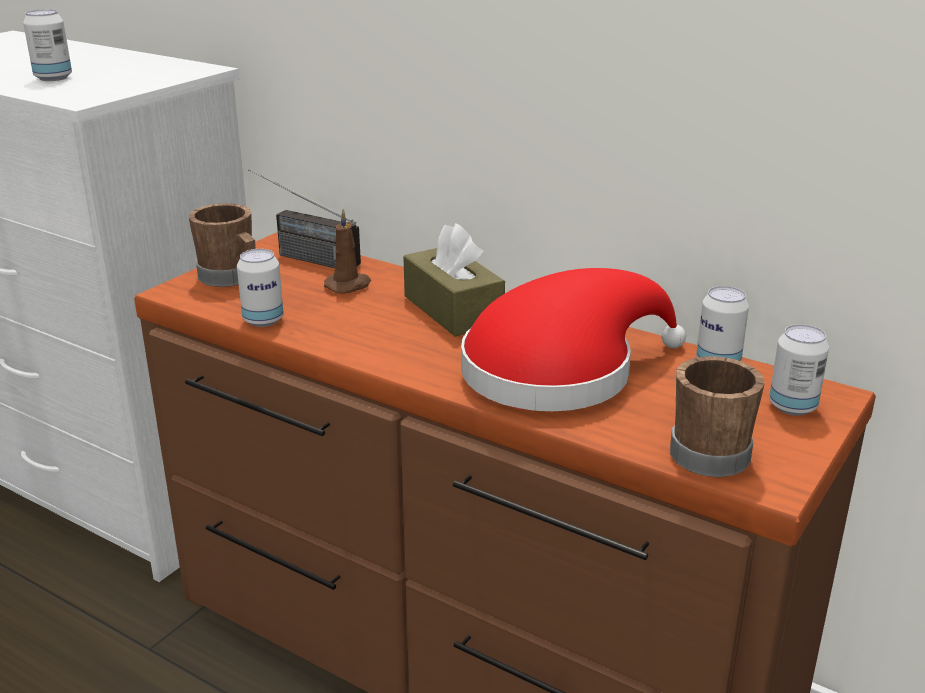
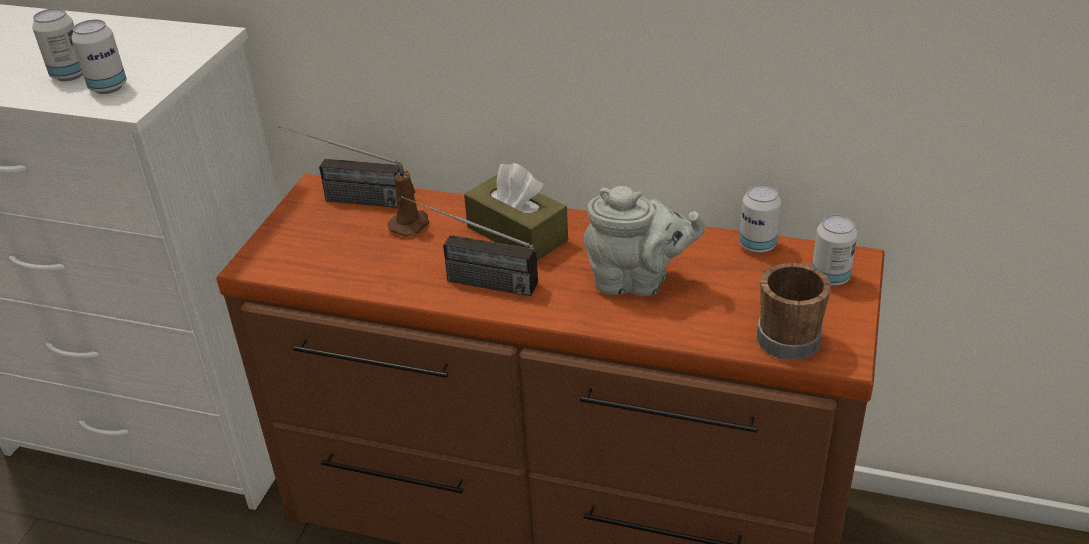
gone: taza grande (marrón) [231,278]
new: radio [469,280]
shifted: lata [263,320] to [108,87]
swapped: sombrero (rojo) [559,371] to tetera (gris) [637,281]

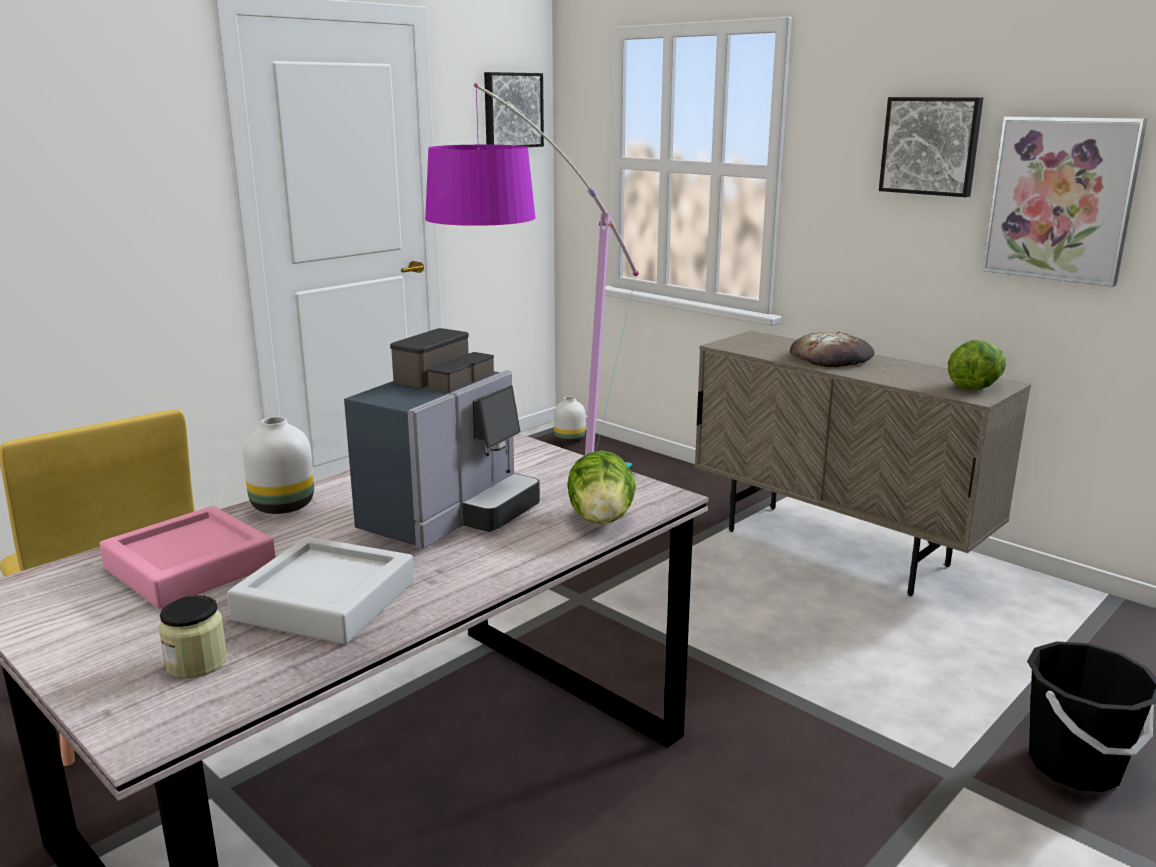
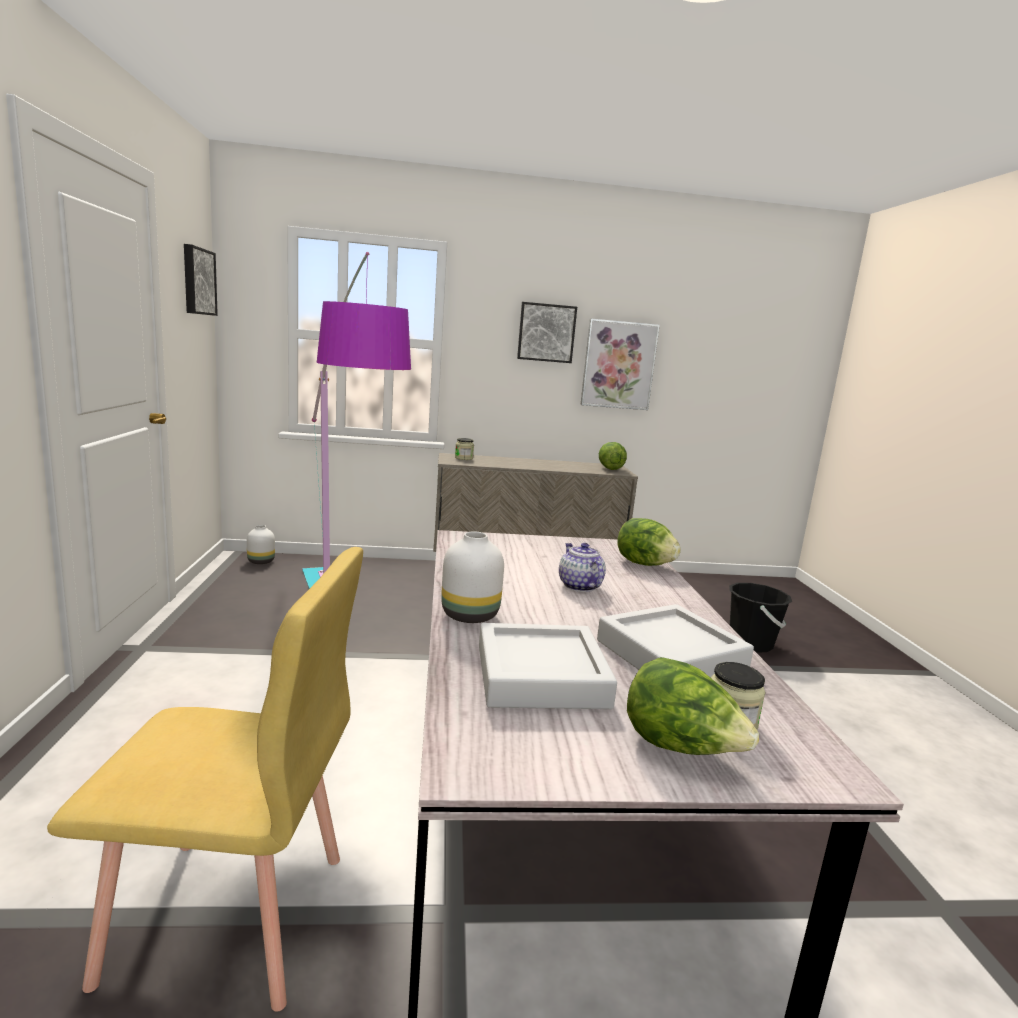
gone: pan [831,357]
new: tarro [464,458]; lechuga [680,748]
swapped: cafetera [450,515] to tetera [579,586]
repainted: bandeja (rosa) [190,567] to bandeja (gris) [541,676]

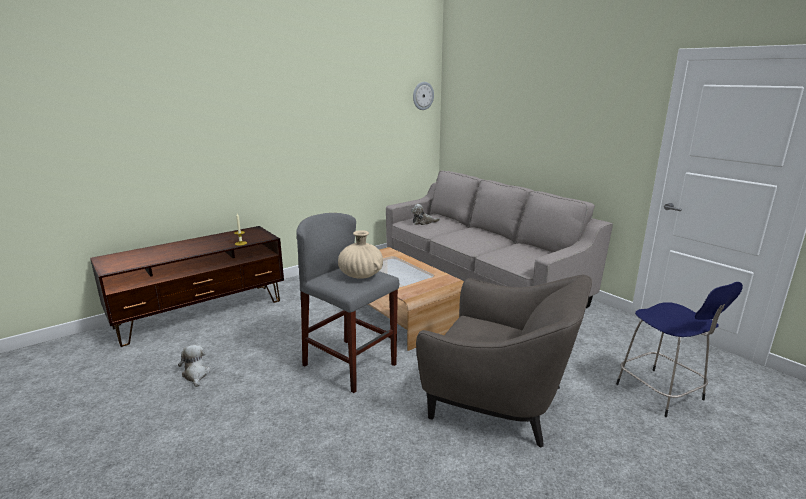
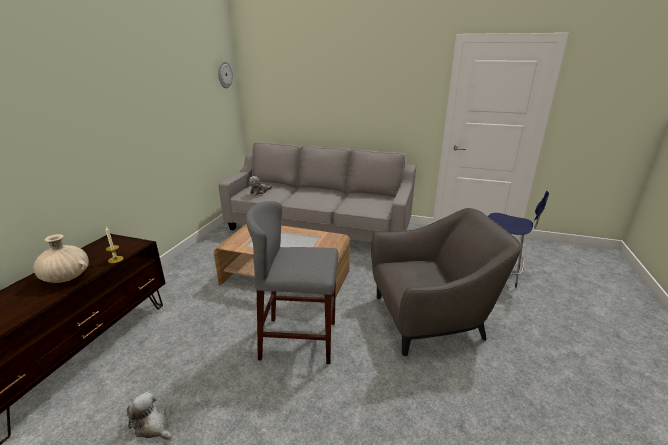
shifted: florero (beis) [361,275] to [67,277]

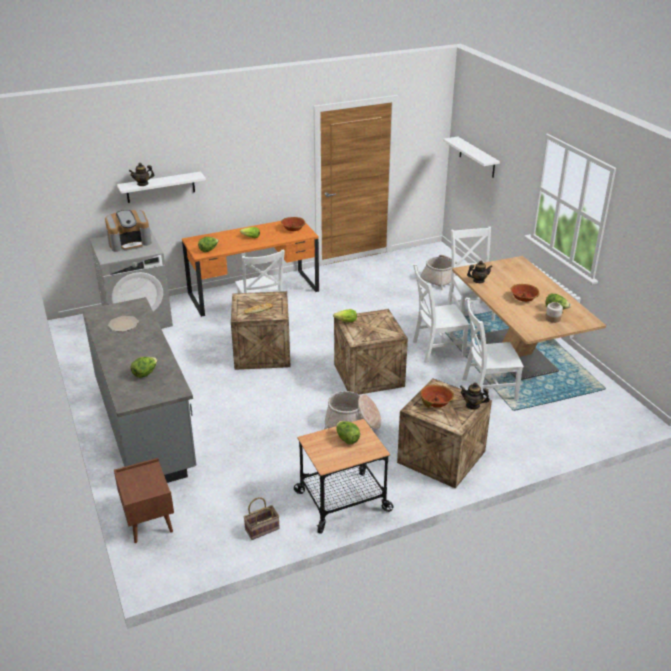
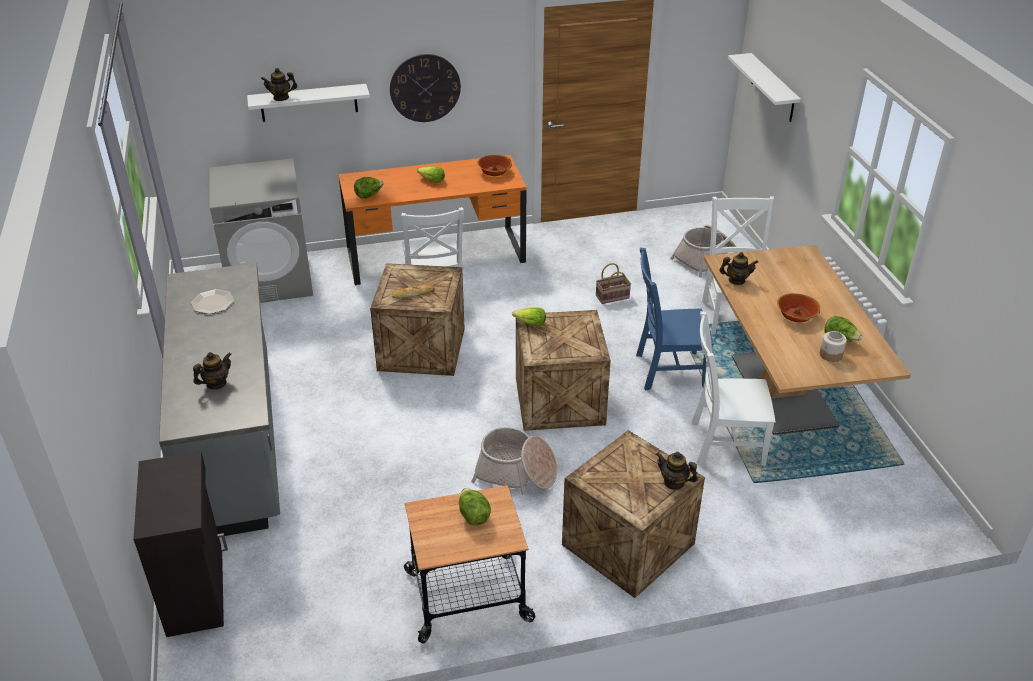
gone: cafetera [130,243]; cuenco [436,402]
new: reloj de pared [425,88]
shifted: cesta [262,528] to [613,296]
swapped: lechuga [145,374] to tetera [216,383]; mesita de noche (marrón) [148,522] to armario (negro) [197,590]
repainted: silla (blanco) [436,349] to silla (azul) [666,370]

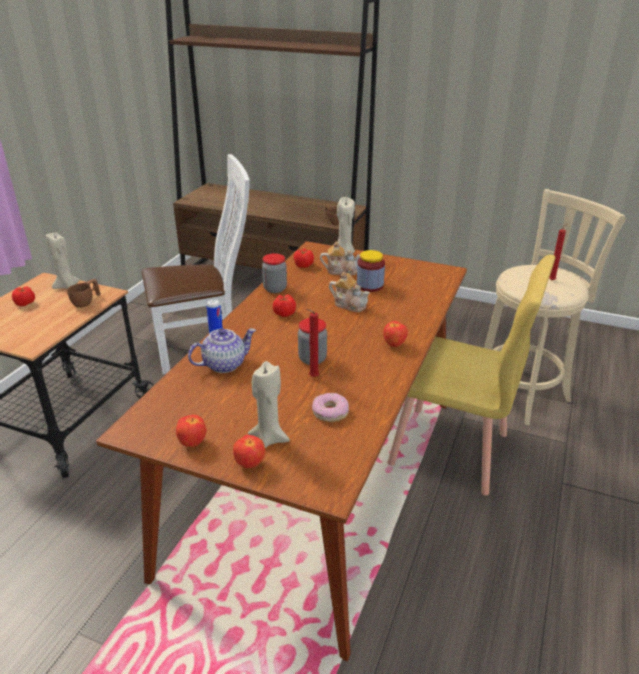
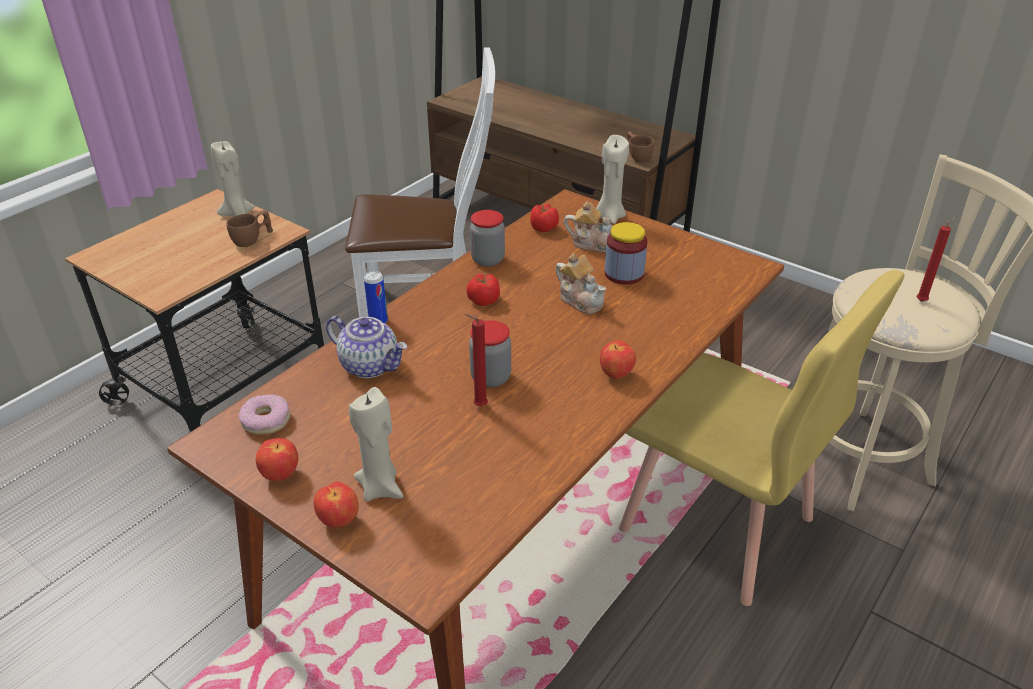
gone: tomate [25,303]
shifted: rosquilla [330,412] to [266,420]
rotated: tetera [224,364] = [370,365] 45 degrees clockwise

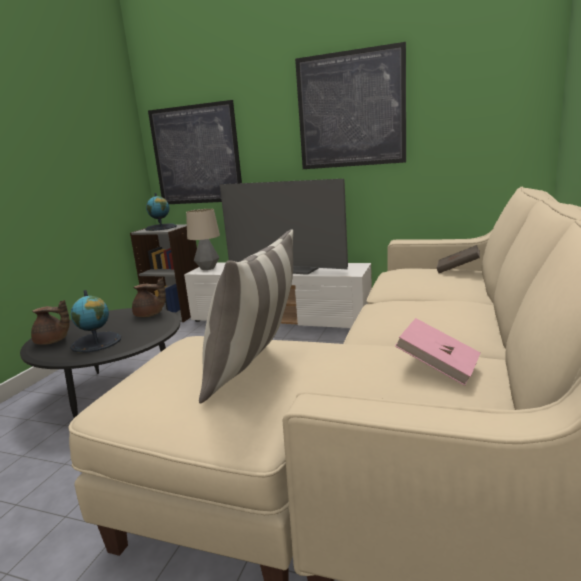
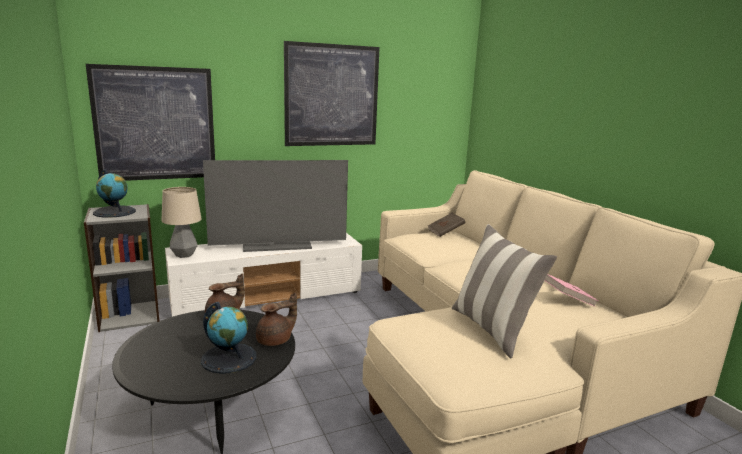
shifted: tetera (marrón) [53,341] to [276,340]

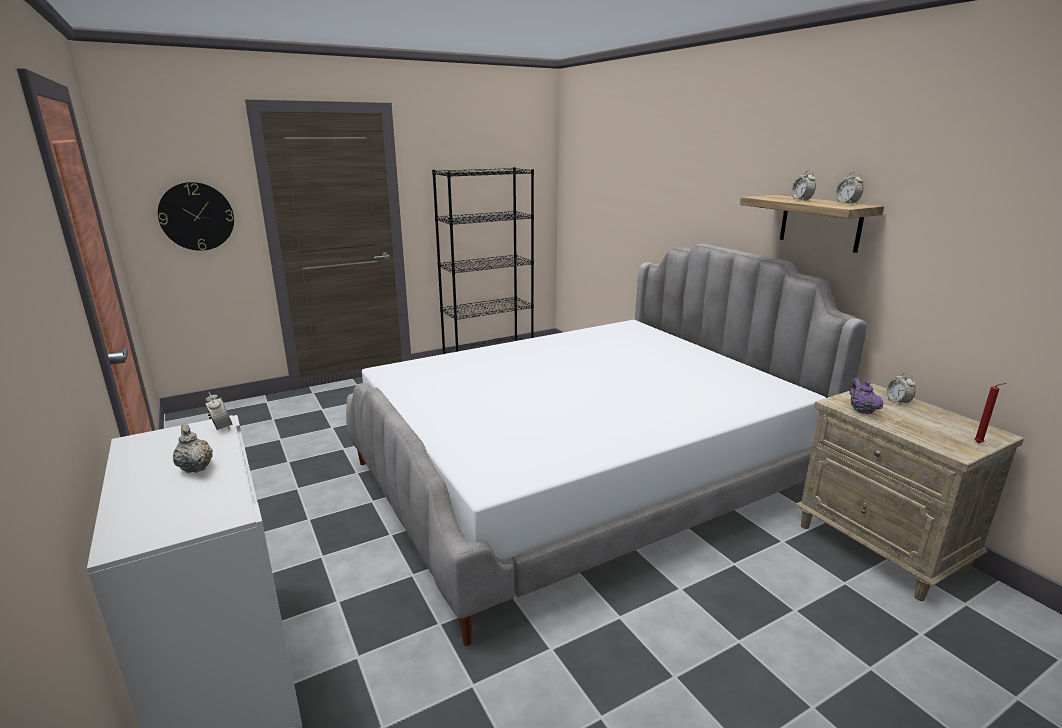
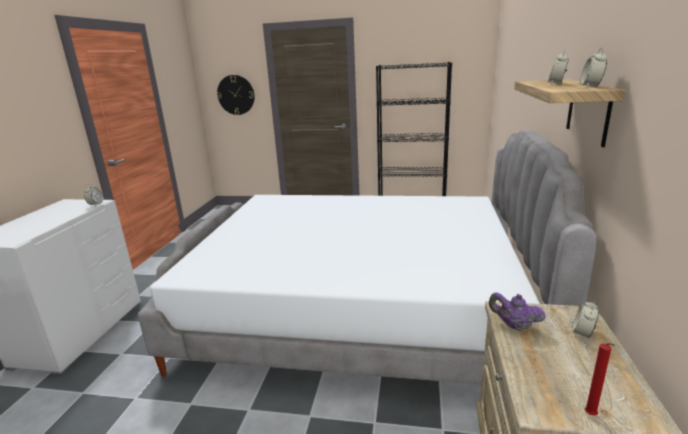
gone: tetera (beis) [195,467]
rotated: tetera (morado) [861,410] = [514,325] 90 degrees counterclockwise

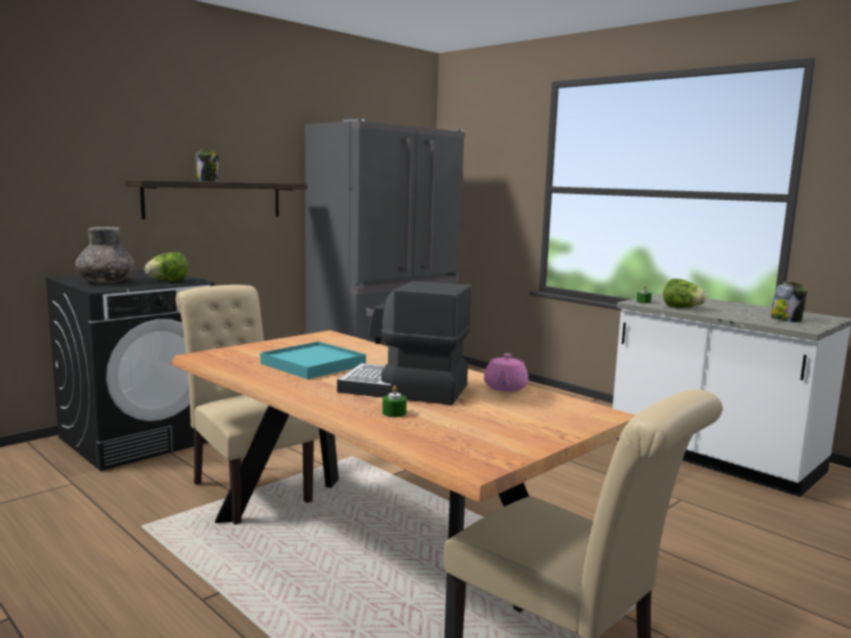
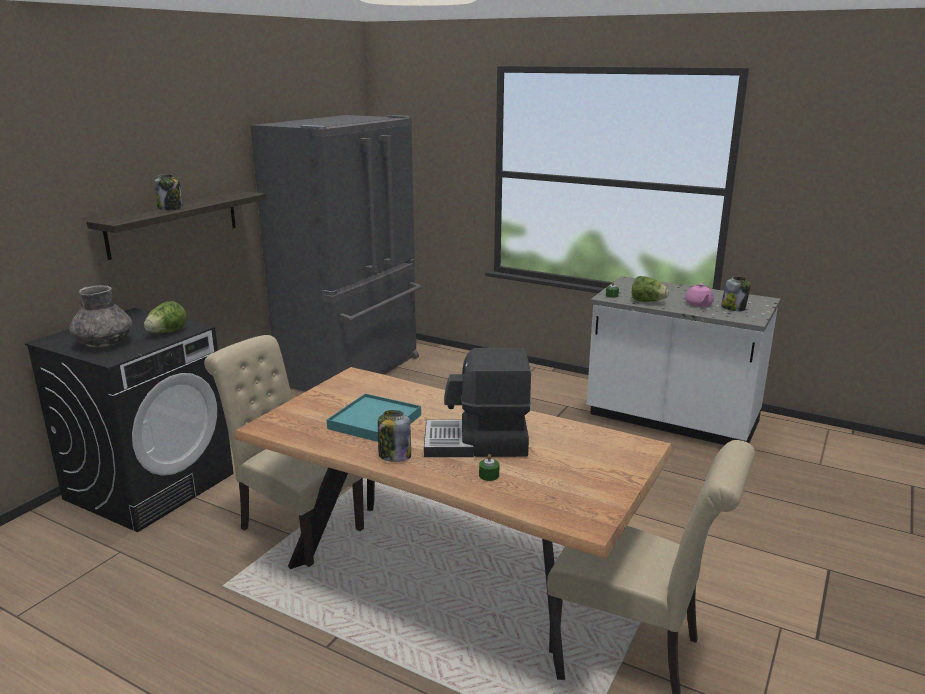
new: tarro [394,455]
shifted: tetera (rosa) [505,388] to [699,304]

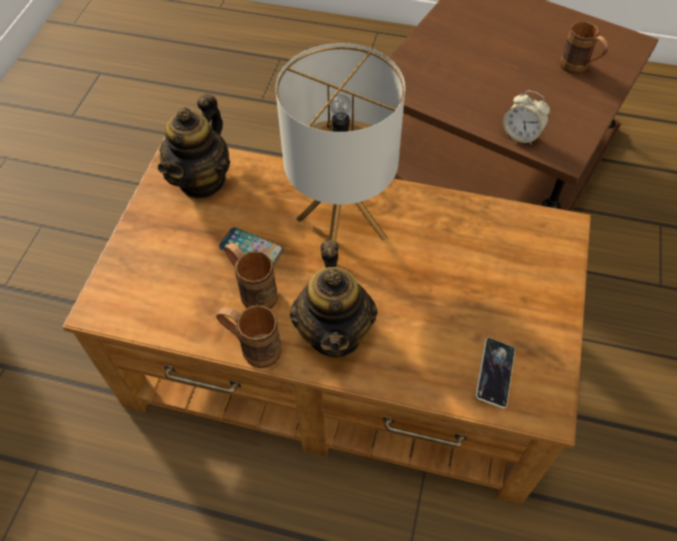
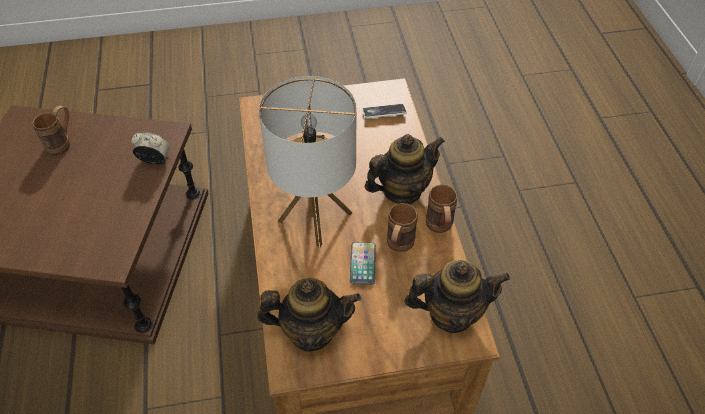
new: tetera [451,313]
rotated: despertador [521,135] = [155,160] 90 degrees counterclockwise

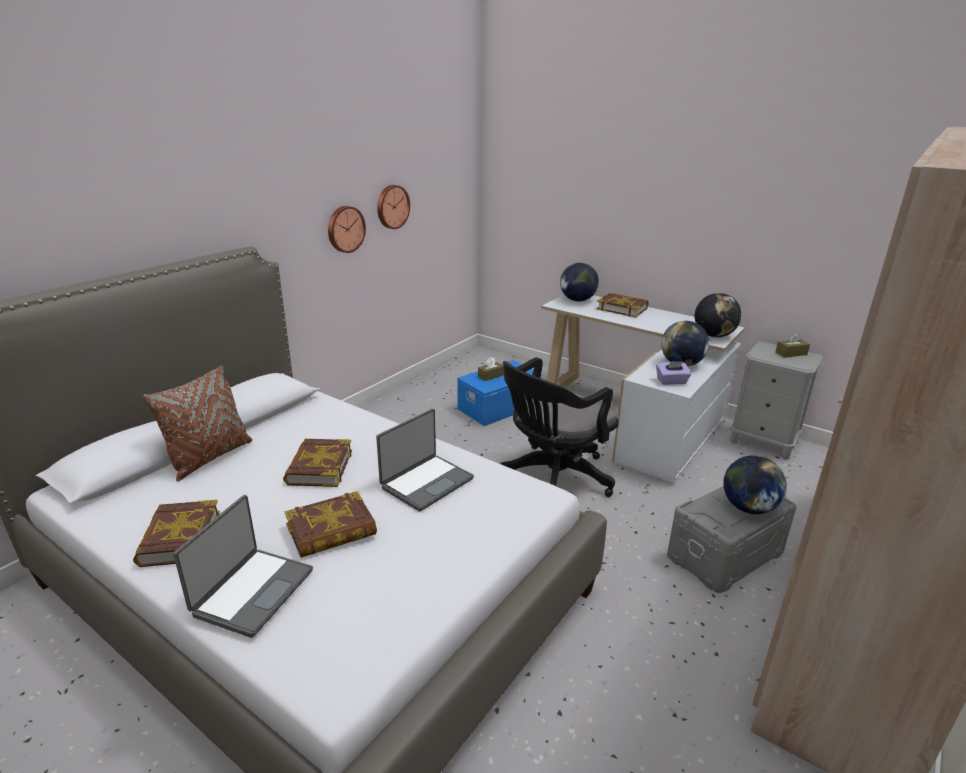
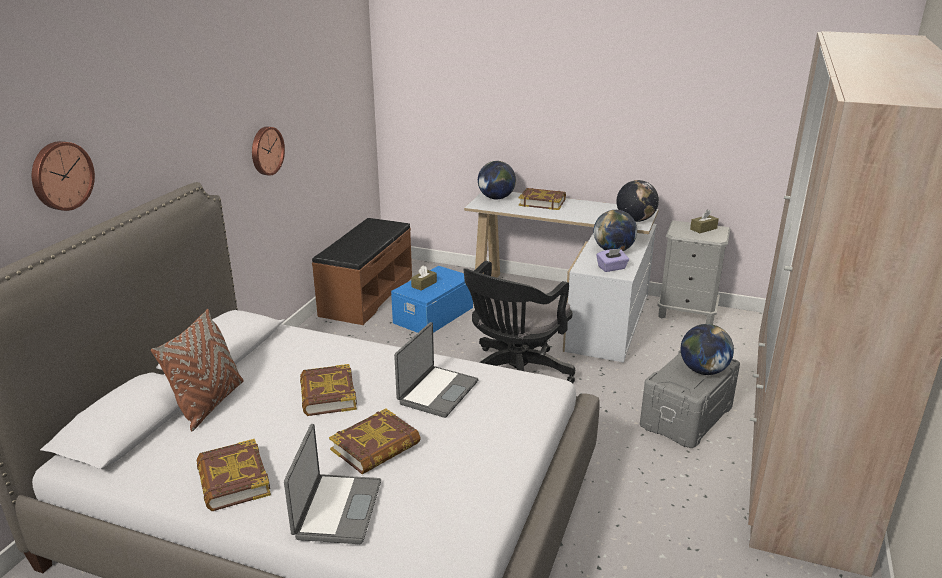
new: banco (marrón) [366,296]
shifted: reloj de pared [392,206] to [61,175]

